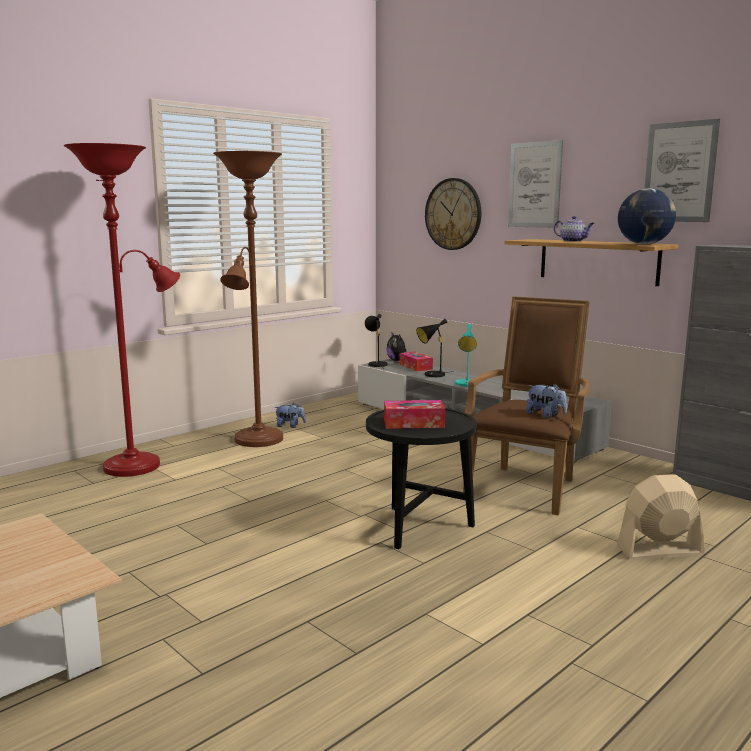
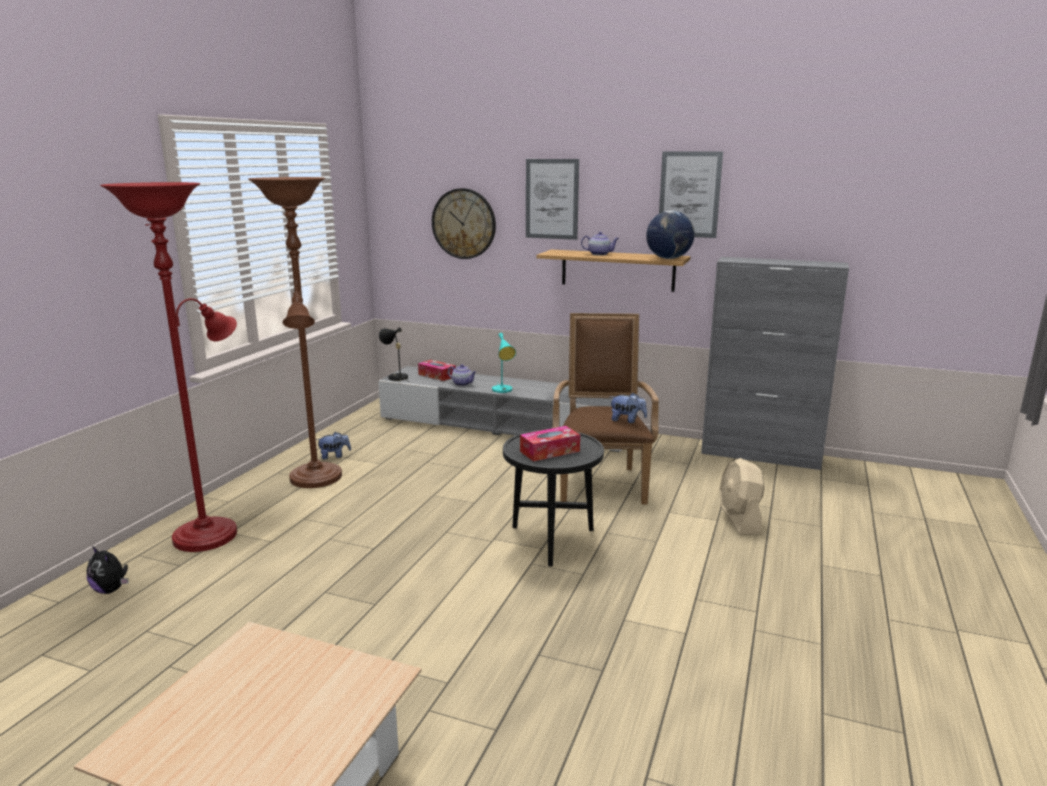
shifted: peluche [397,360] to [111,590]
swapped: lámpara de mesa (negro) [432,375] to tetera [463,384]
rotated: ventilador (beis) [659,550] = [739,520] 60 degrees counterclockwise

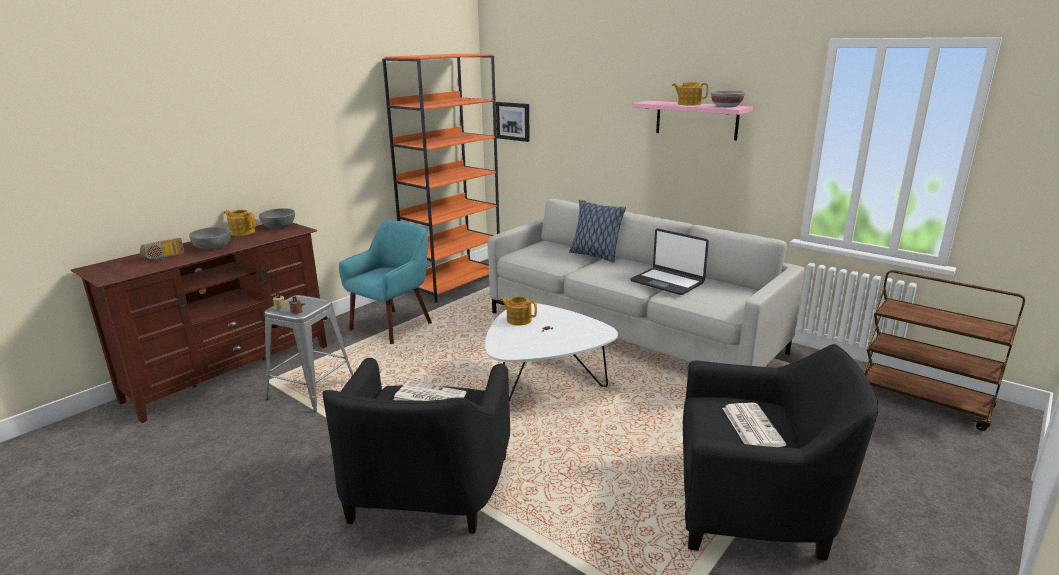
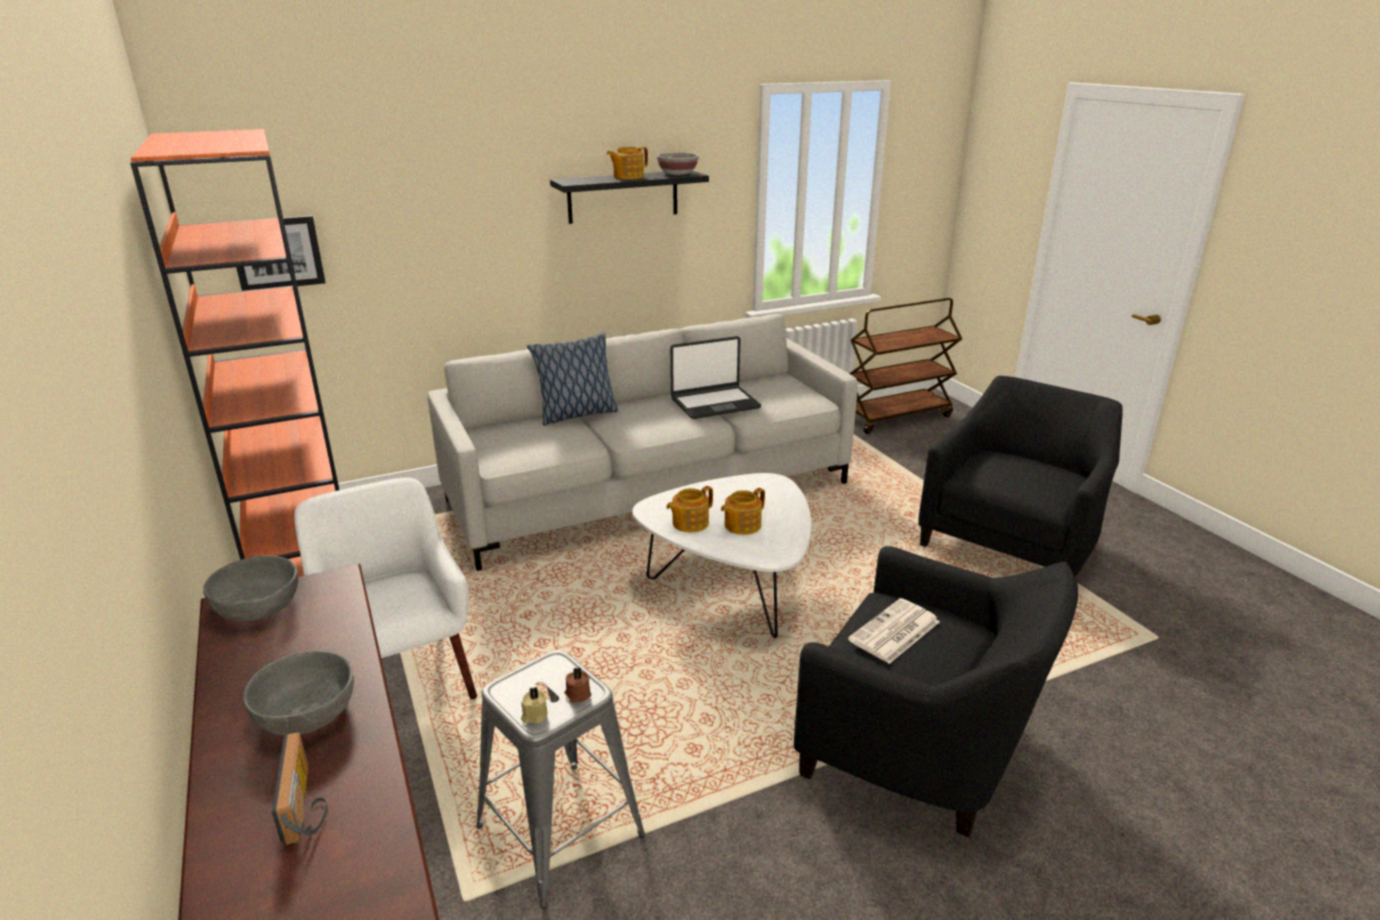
gone: periódico [751,426]
shifted: tetera [242,232] to [741,525]
repainted: estante (rosa) [696,120] to estante (negro) [623,196]; sillón (turquesa) [392,326] to sillón (blanco) [402,683]

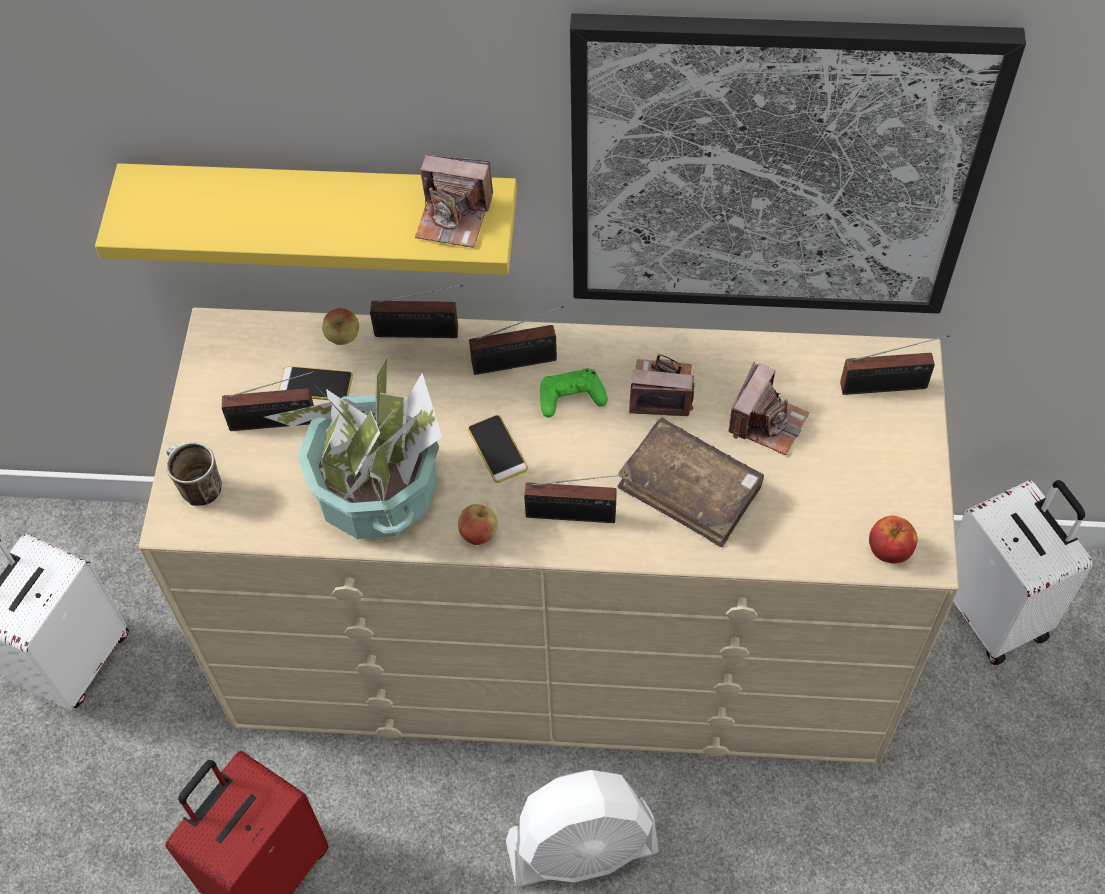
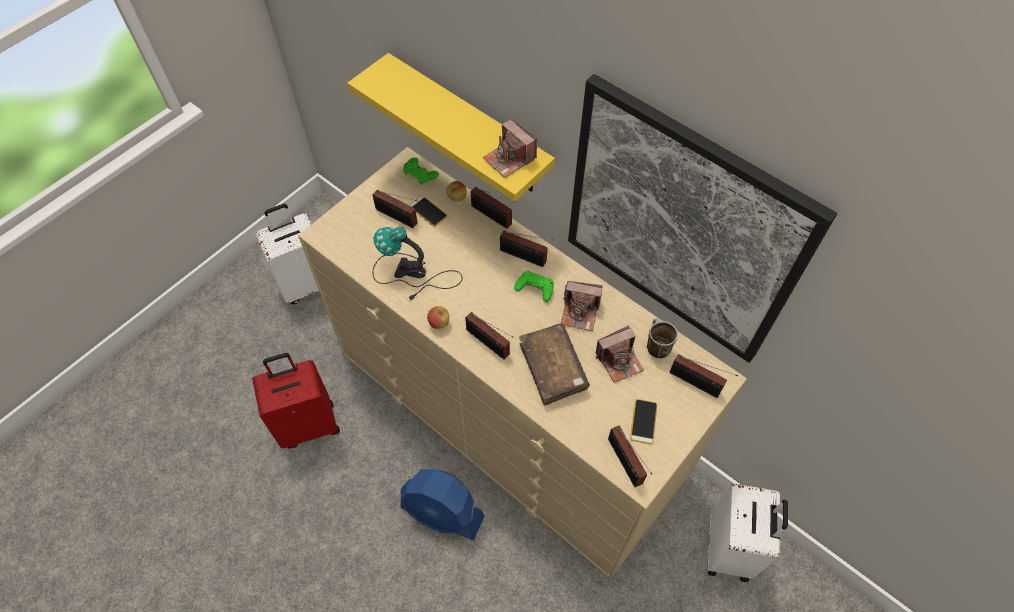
new: mando de consola (verde) [420,174]
shifted: móvil [497,449] to [643,421]; taza grande [196,488] to [655,346]
swapped: planta en maceta [377,491] to lámpara de mesa [413,275]; manzana [889,550] to radio [626,464]
repainted: ventilador (blanco) [582,848] to ventilador (azul) [442,513]
rotated: cámara [661,391] = [580,312] 150 degrees clockwise

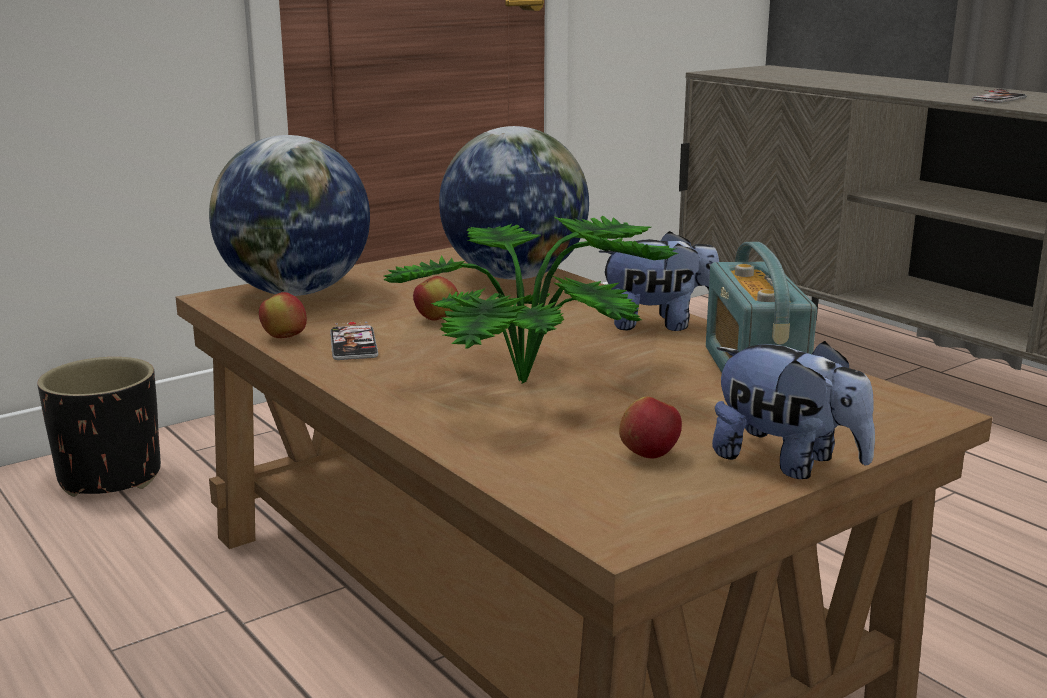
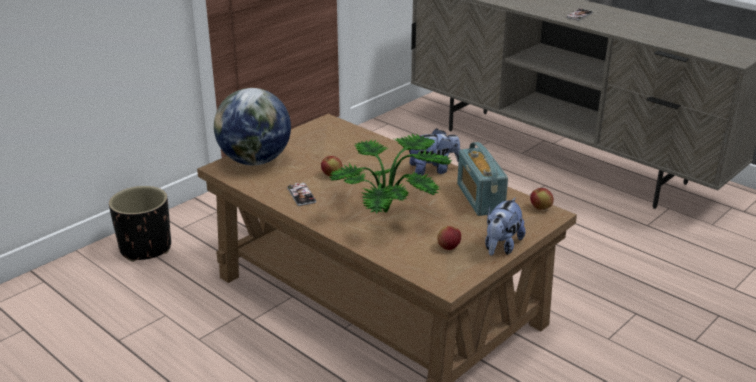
gone: globo terráqueo [514,276]
shifted: manzana [284,337] to [540,208]
rotated: peluche [787,463] = [501,246] 90 degrees clockwise

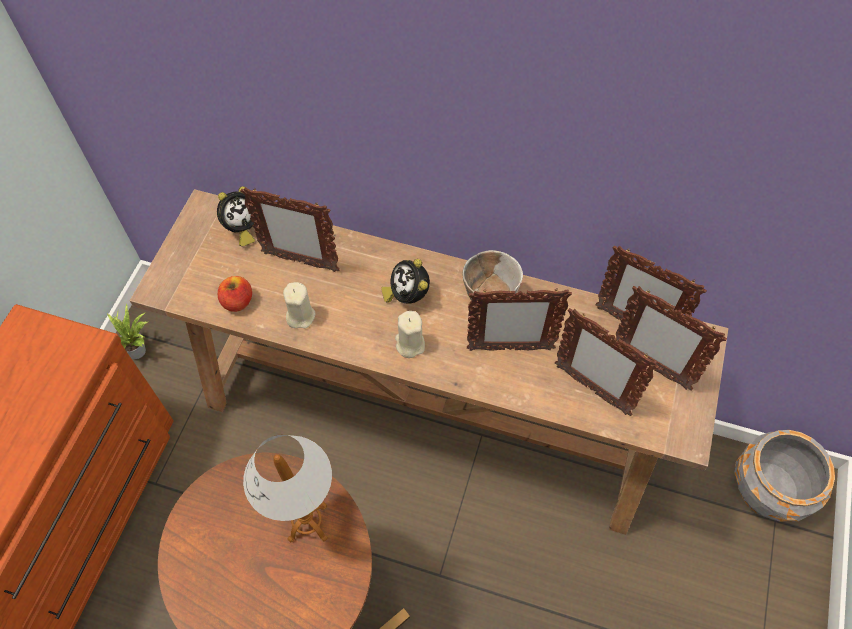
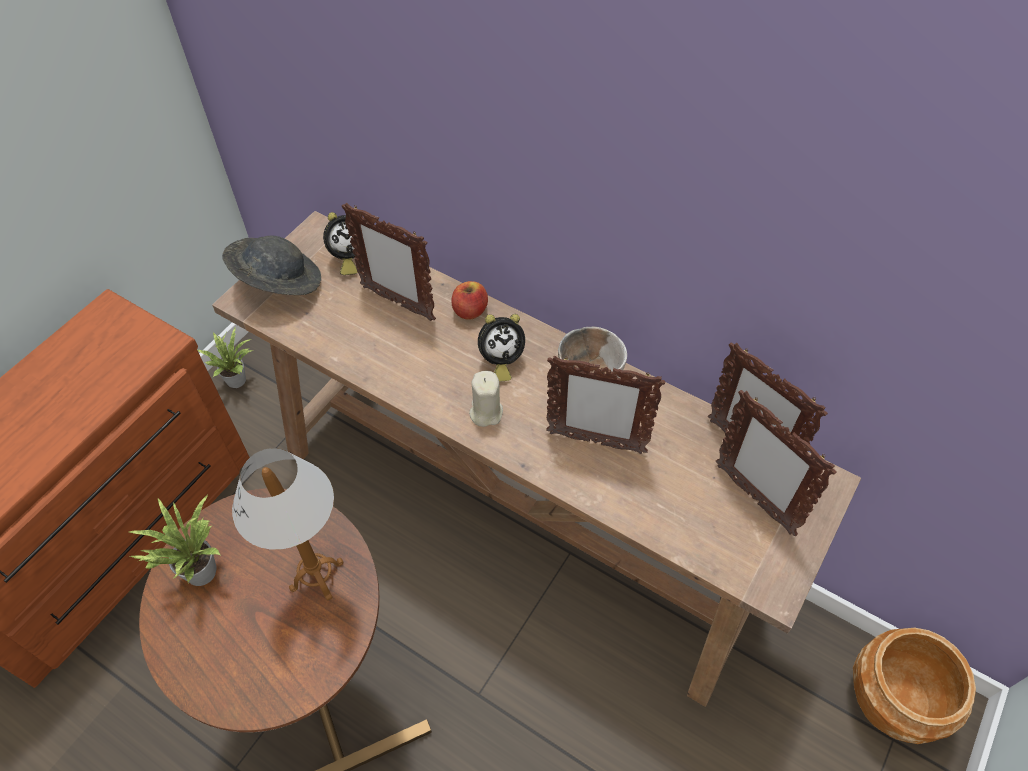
gone: vela (beis) [300,316]; portarretratos [591,389]
new: sombrero (gris) [277,282]; planta en maceta [197,570]
shifted: manzana [237,301] to [470,310]
repainted: maceta (gris) [766,490] to maceta (marrón) [891,701]
rotated: despertador [407,295] = [500,361] 105 degrees counterclockwise

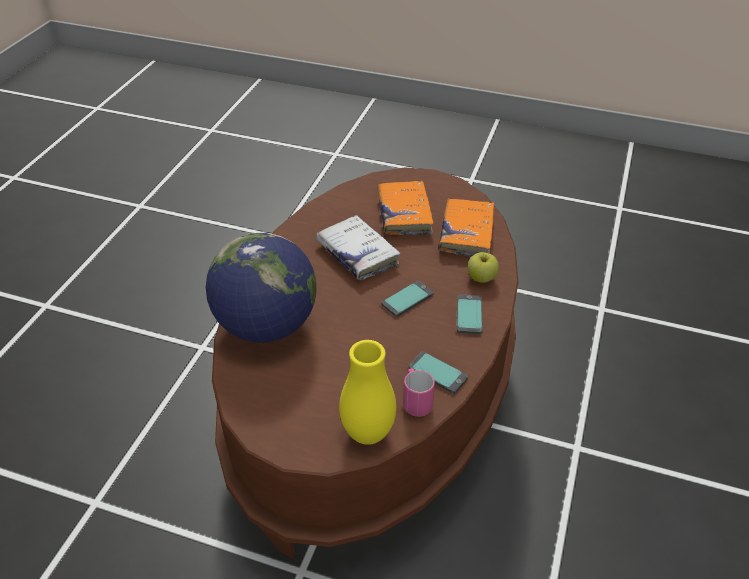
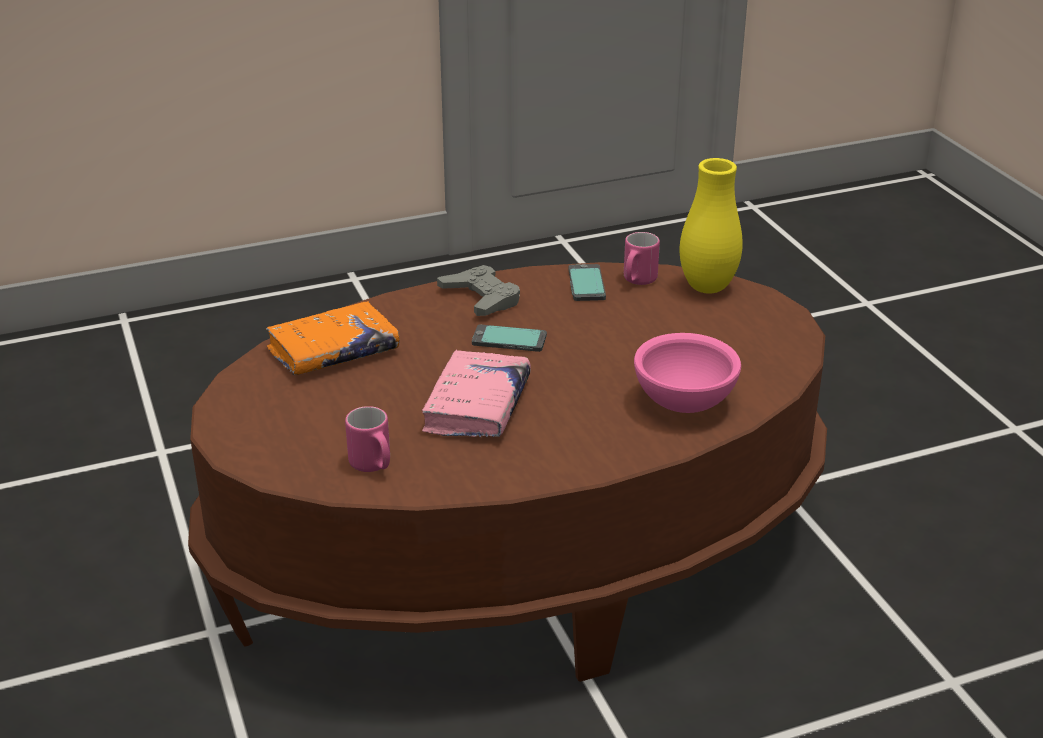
gone: libro (naranja) [404,214]; manzana [481,278]
new: taza grande (rosa) [373,466]
swapped: globo terráqueo [266,326] to cuenco (rosa) [683,403]; móvil [469,315] to mando de consola (gris) [481,298]
repainted: libro (blanco) [357,254] to libro (rosa) [477,406]

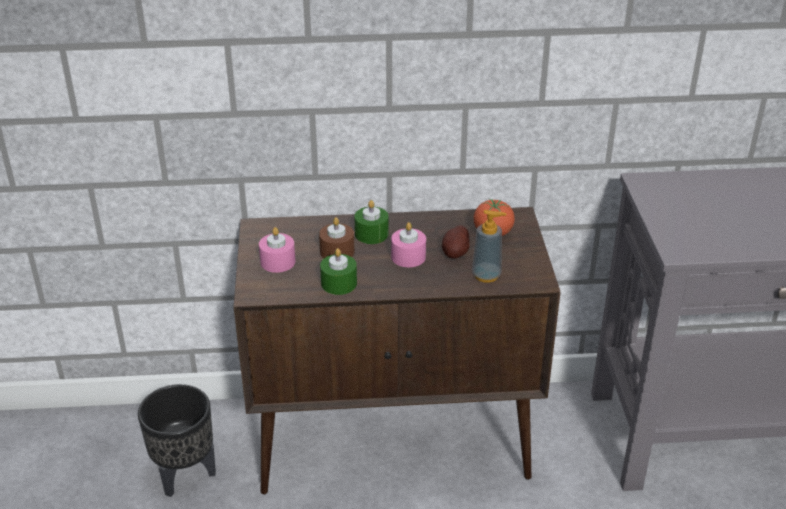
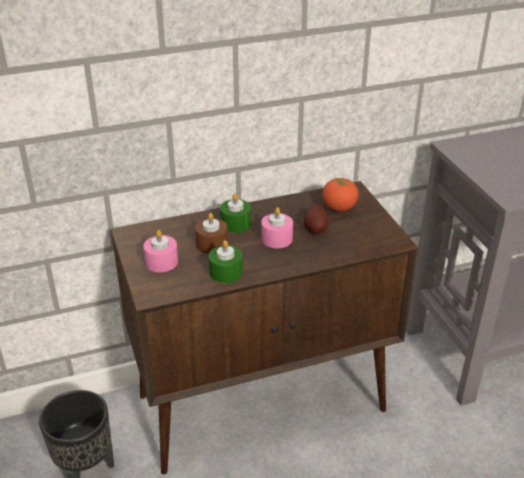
gone: dispensador de jabón [486,275]

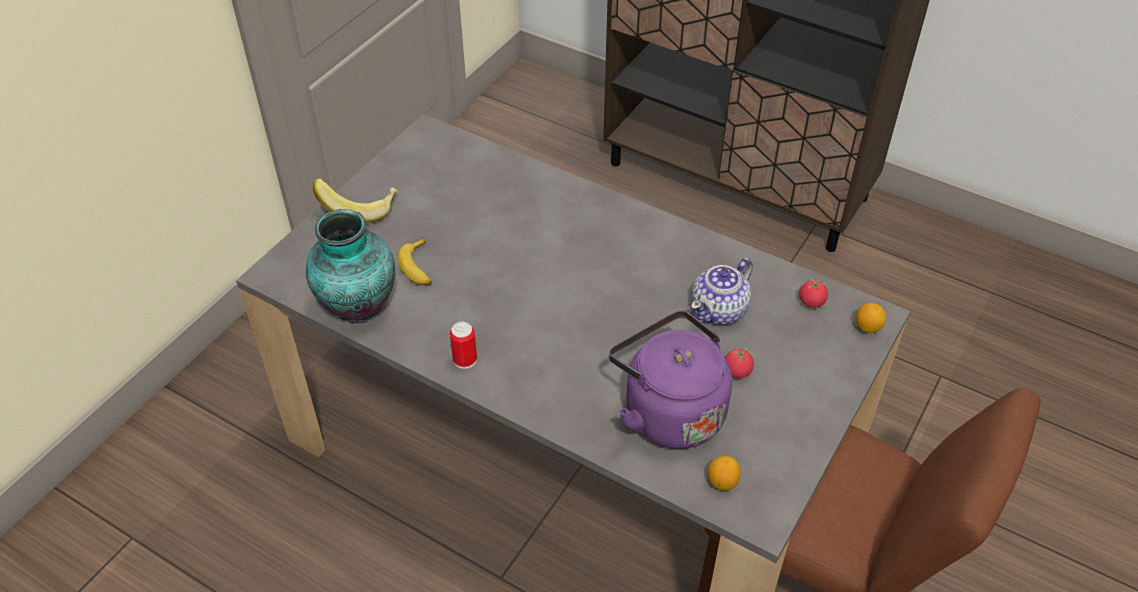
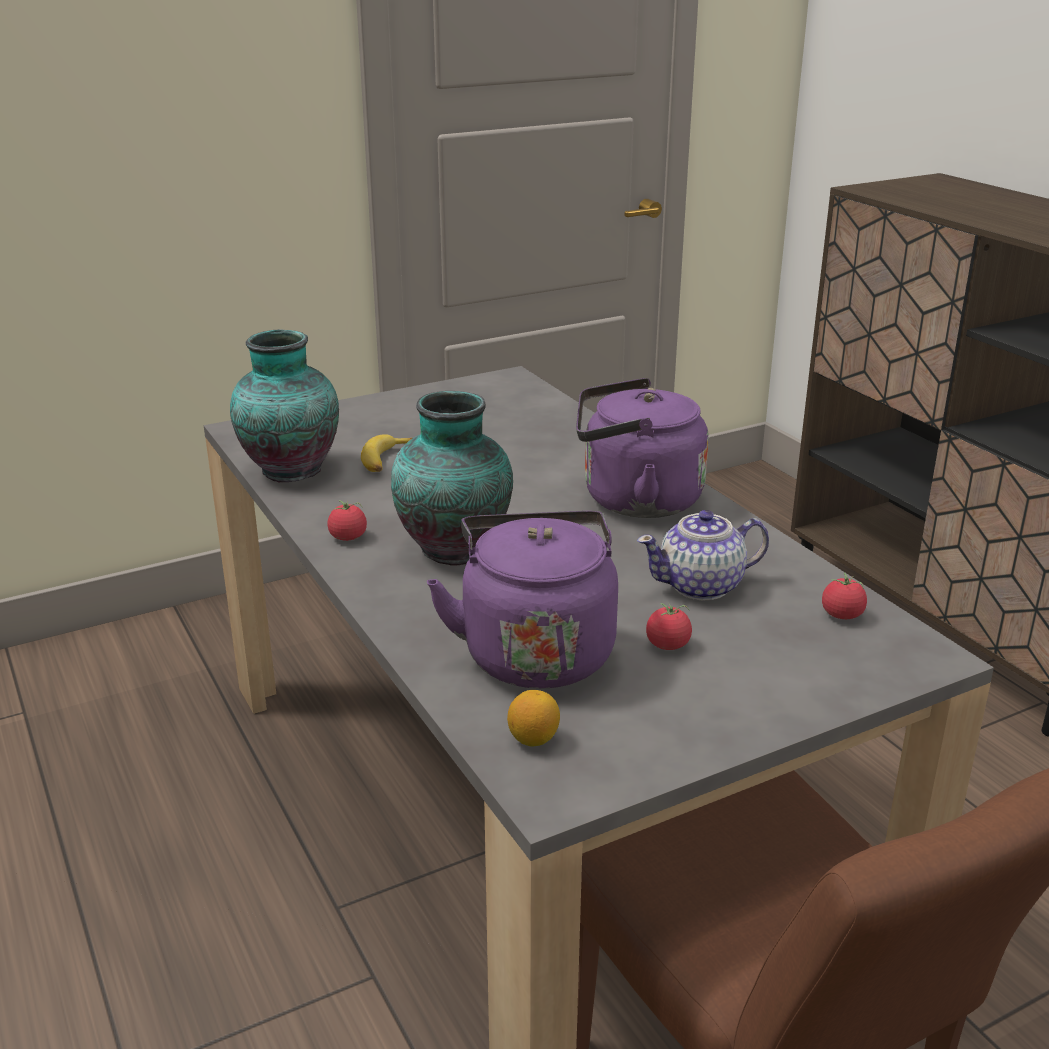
gone: plátano [360,209]; limón [867,327]
new: hervidor (morado) [634,500]; florero [455,548]
swapped: lata [465,360] to tomate [348,537]

